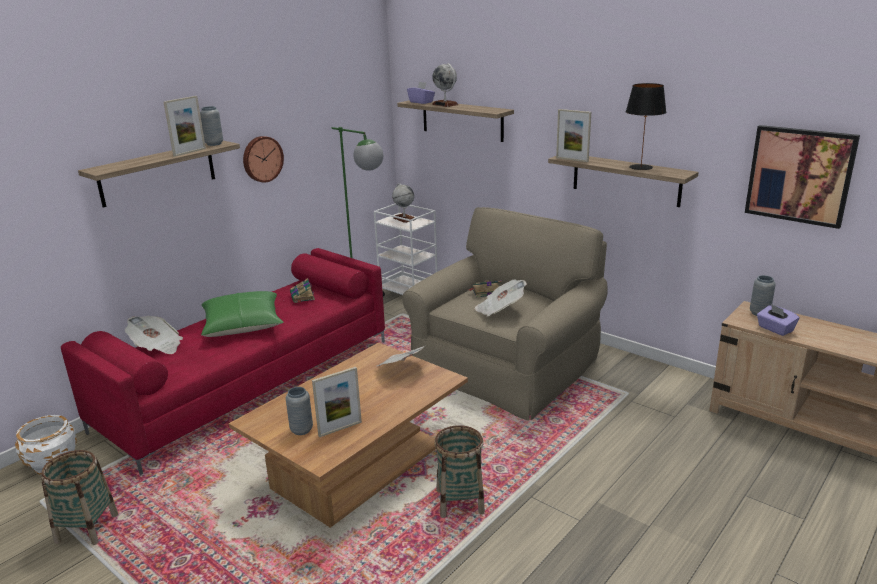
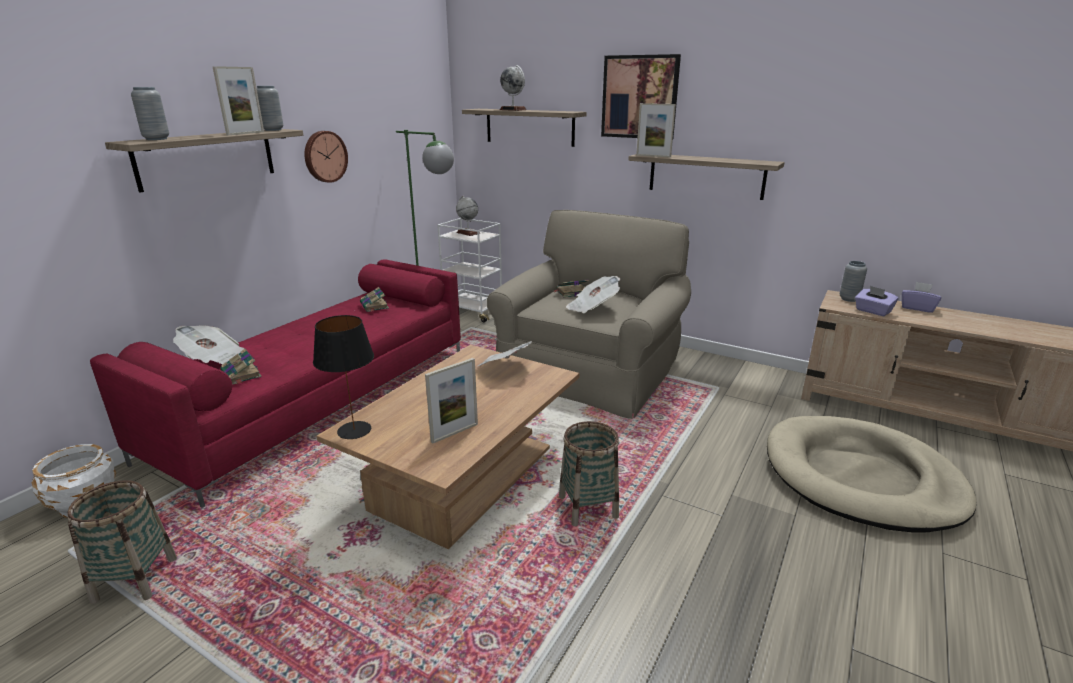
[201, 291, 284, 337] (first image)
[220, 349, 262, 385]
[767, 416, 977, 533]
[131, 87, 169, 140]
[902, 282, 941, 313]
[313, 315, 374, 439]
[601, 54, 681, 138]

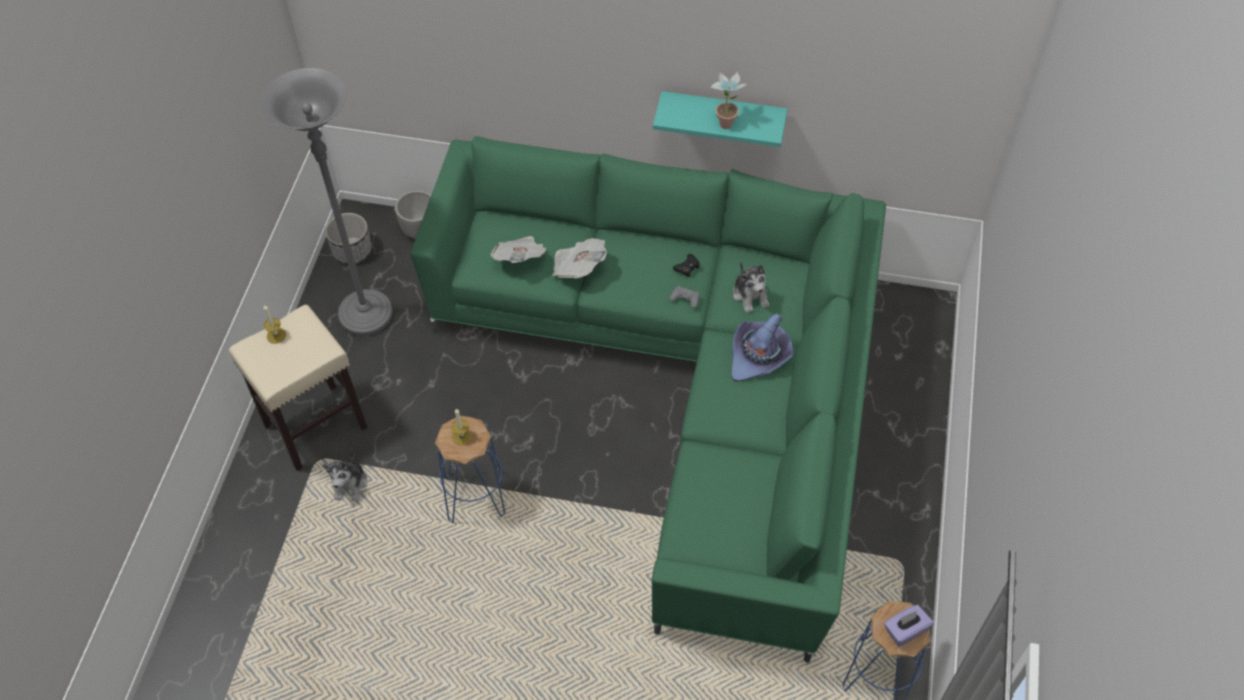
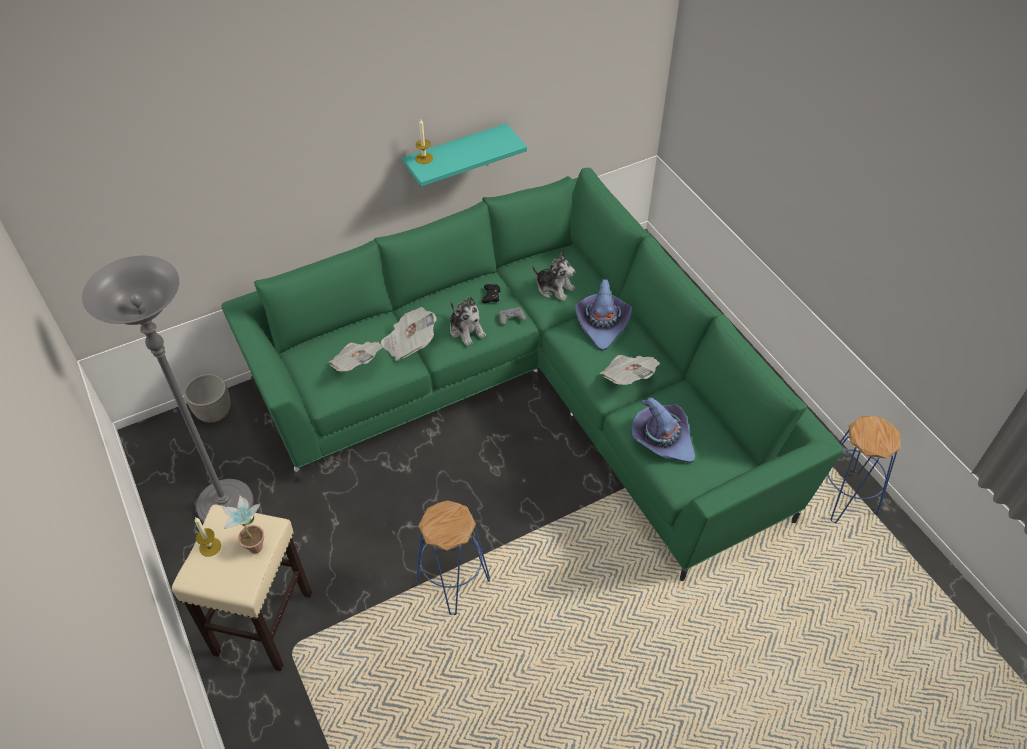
[325, 213, 372, 264] (first image)
[884, 605, 934, 647] (first image)
[600, 355, 660, 385]
[631, 397, 695, 463]
[450, 296, 486, 346]
[415, 119, 433, 164]
[222, 495, 264, 554]

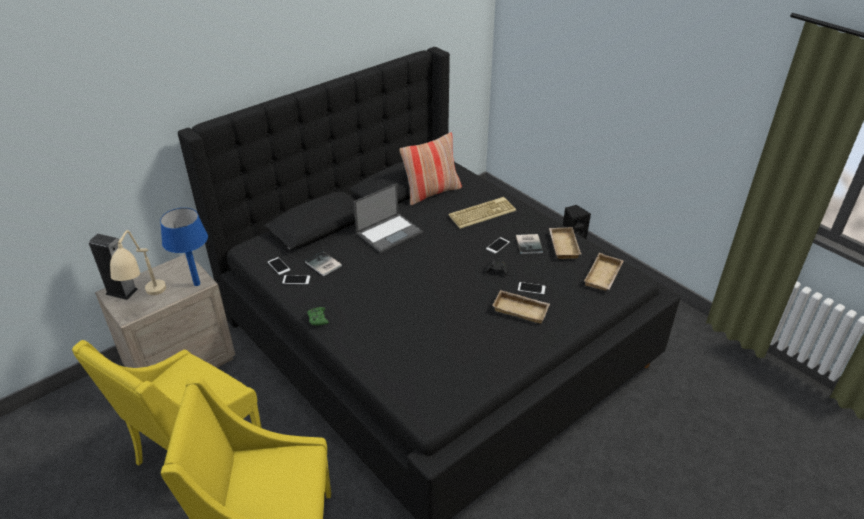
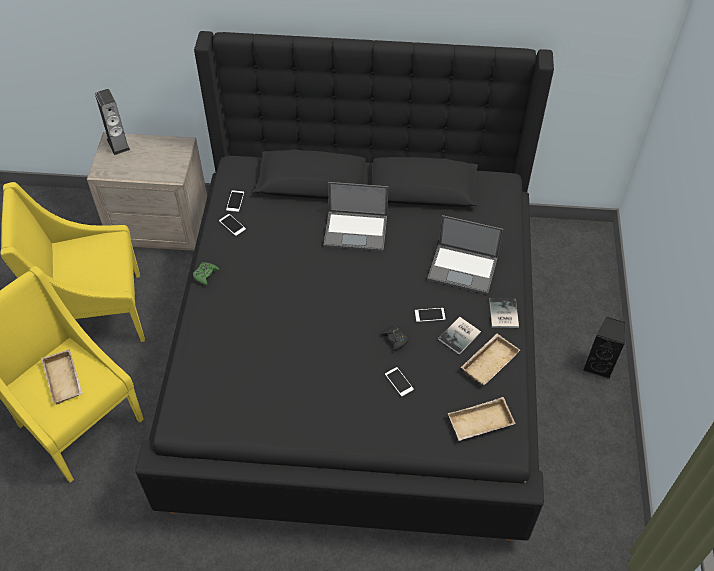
[110, 230, 166, 295] (first image)
[160, 208, 208, 286] (first image)
[399, 132, 462, 205] (first image)
[489, 298, 519, 328]
[41, 349, 83, 404]
[427, 215, 503, 294]

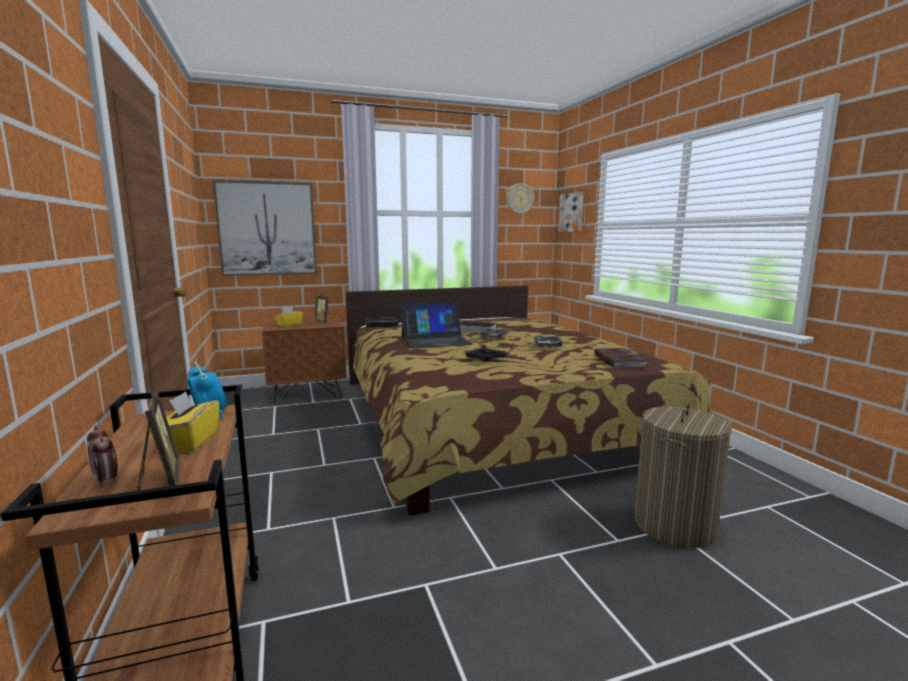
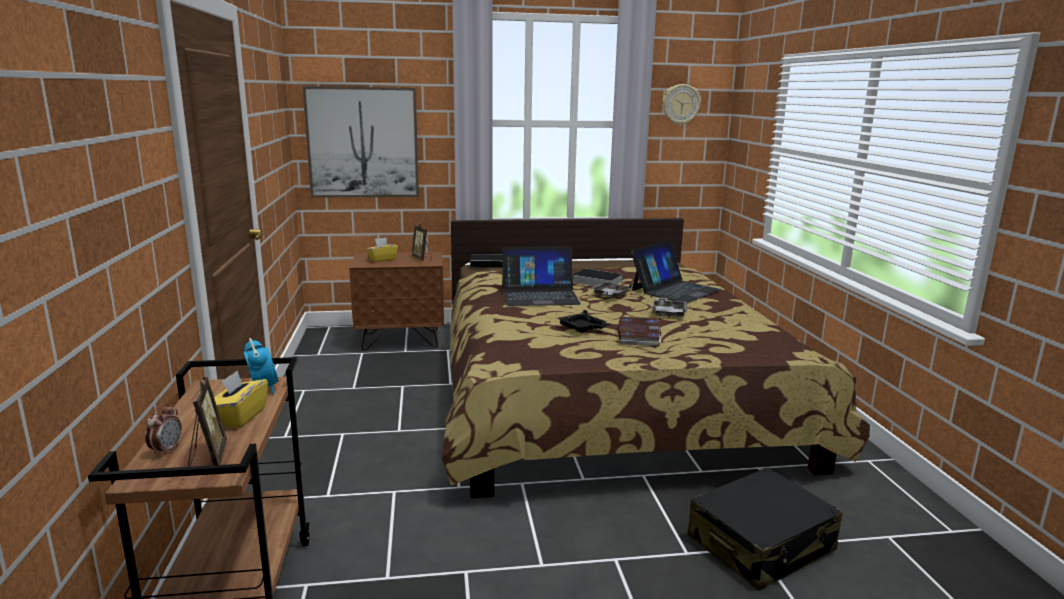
[558, 192, 583, 232] (first image)
[631, 241, 721, 303]
[618, 317, 661, 346]
[687, 467, 843, 591]
[145, 403, 182, 456]

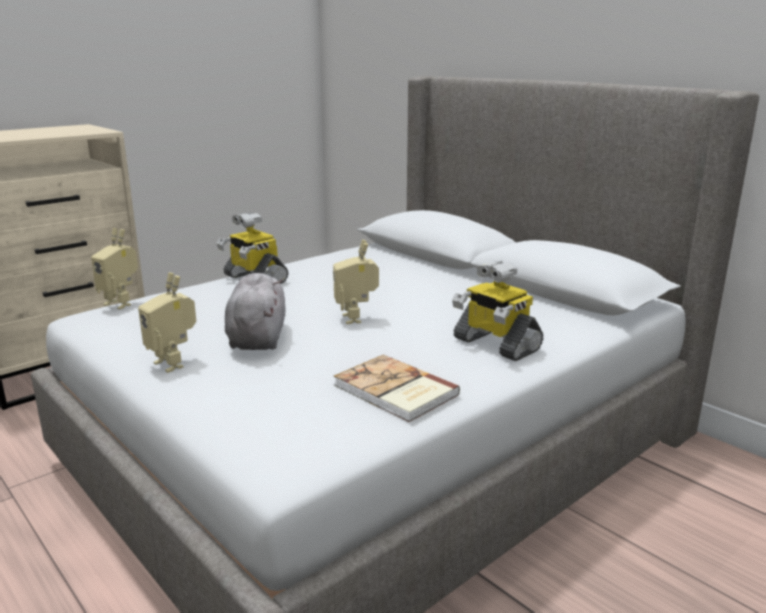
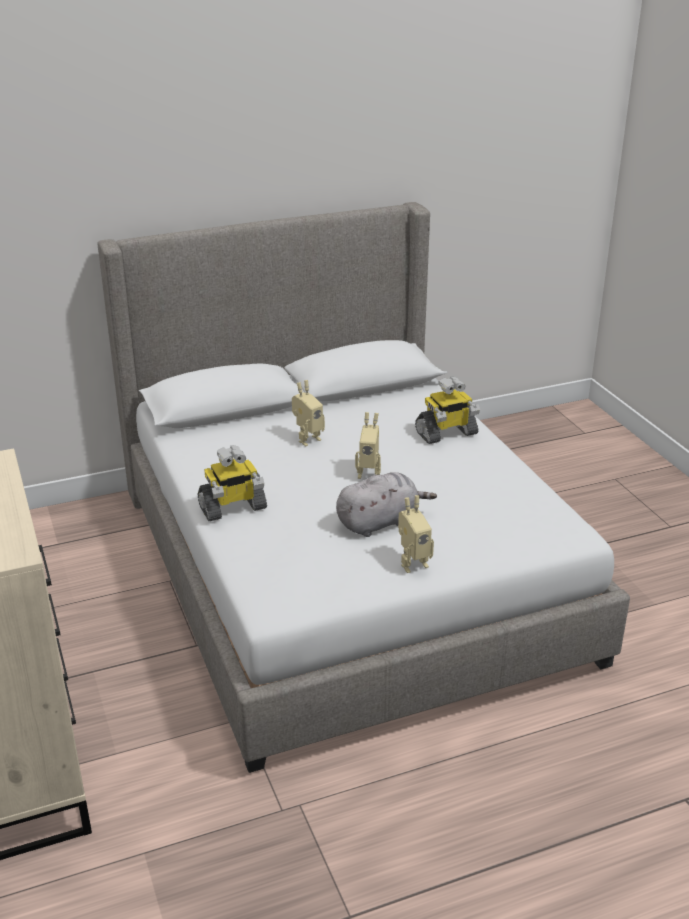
[334, 354, 460, 422] (first image)
[292, 380, 325, 446]
[336, 472, 437, 537]

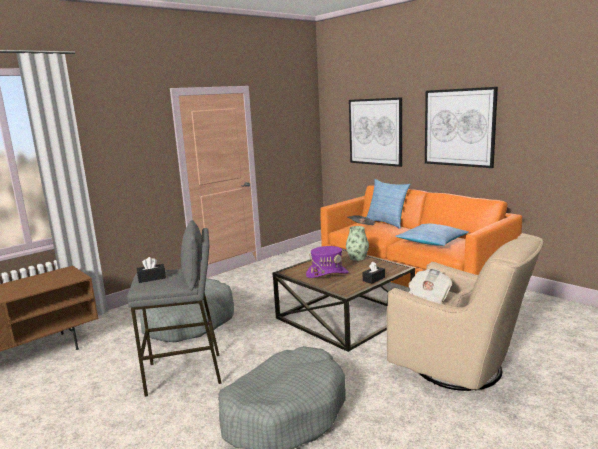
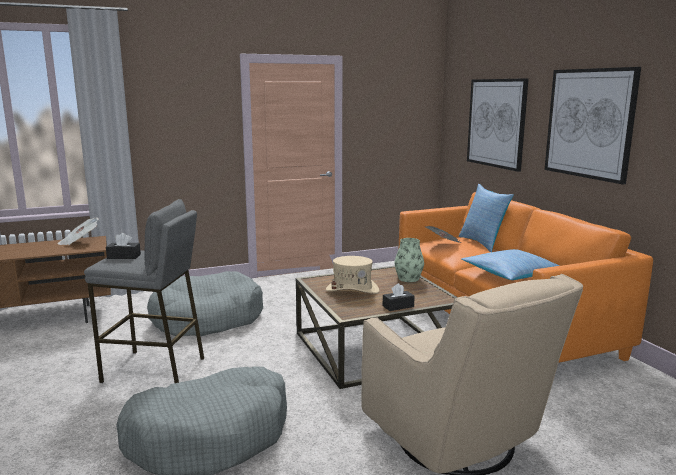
[58, 218, 99, 245]
[326, 256, 379, 294]

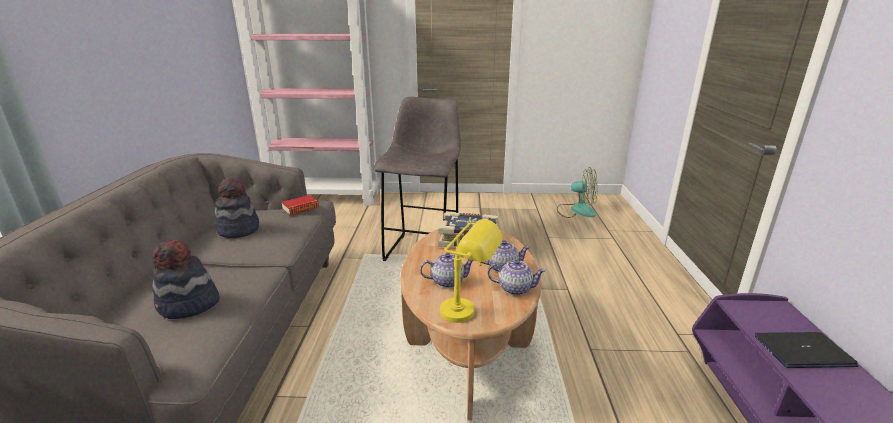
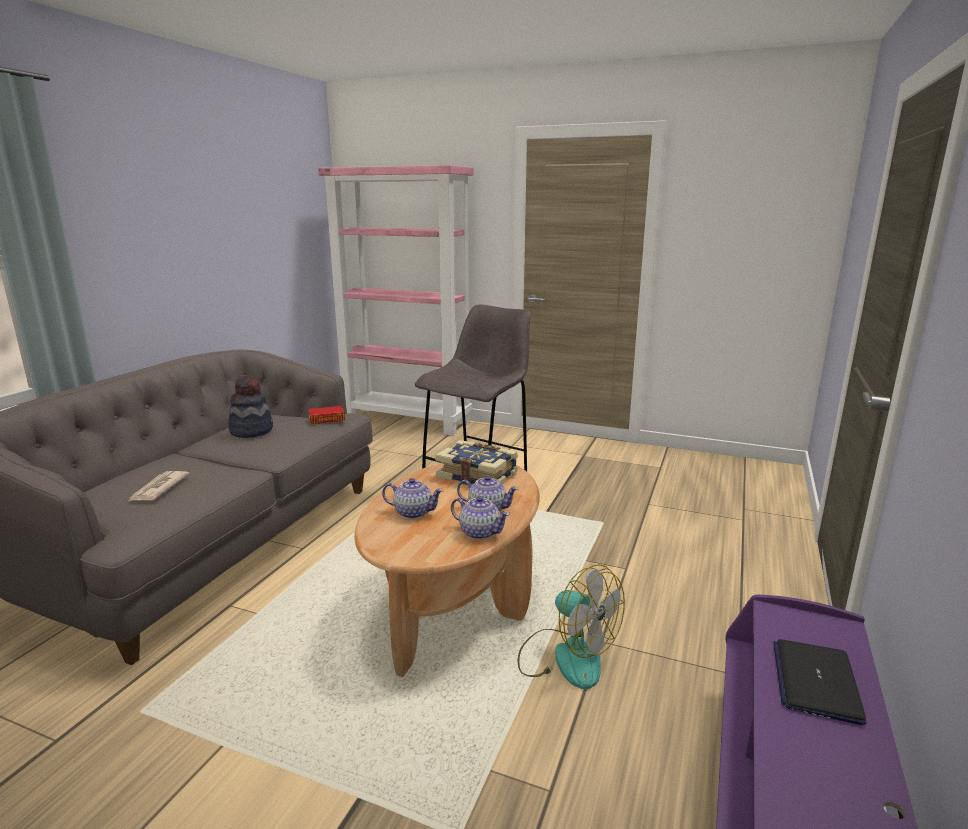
[440, 219, 503, 323] (first image)
[518, 564, 625, 689]
[129, 471, 189, 501]
[773, 639, 867, 725]

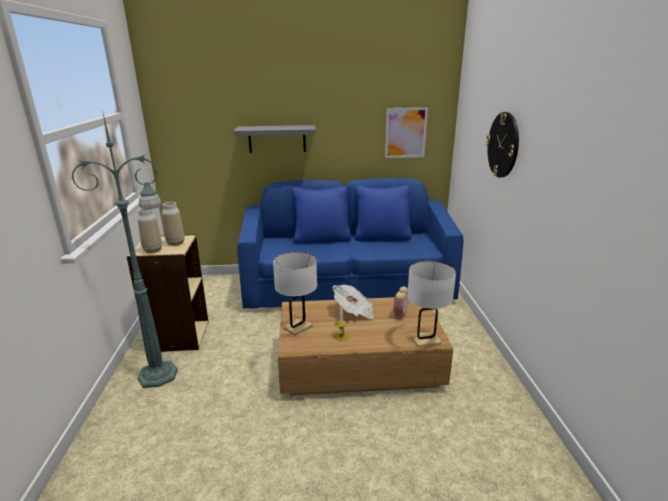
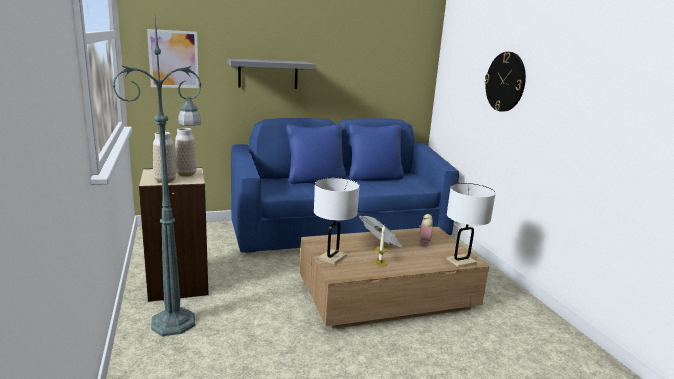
[147, 29, 199, 88]

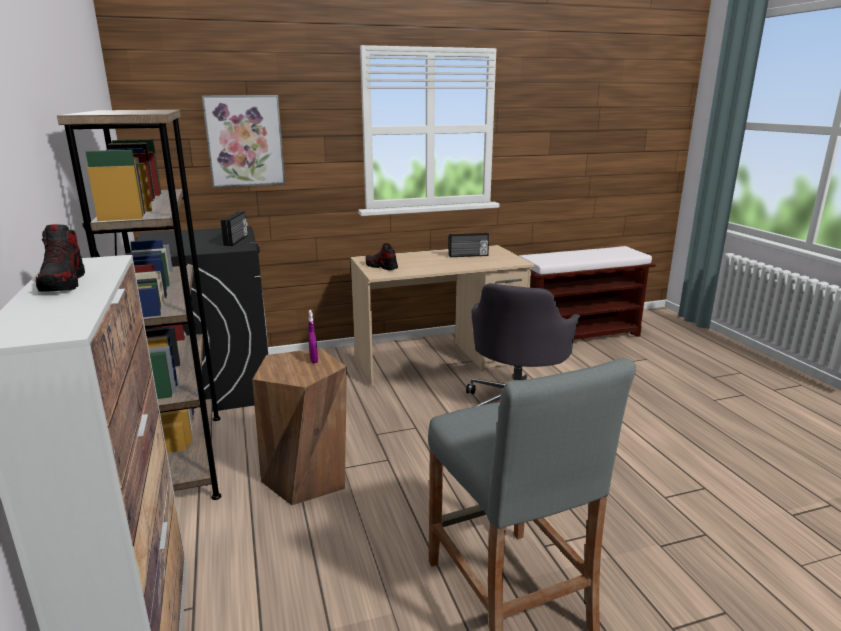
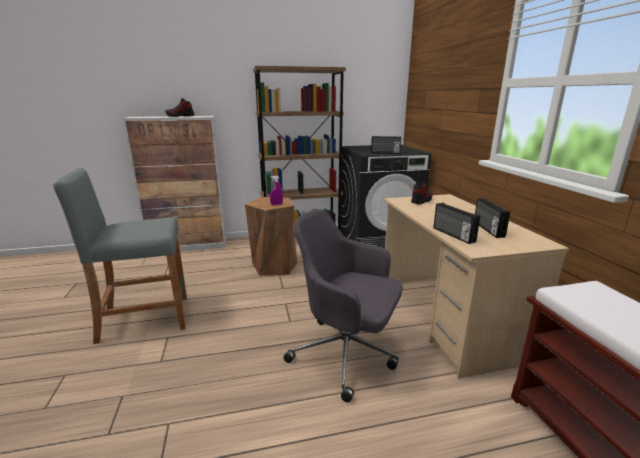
[202, 95, 285, 188] (first image)
[433, 203, 480, 244]

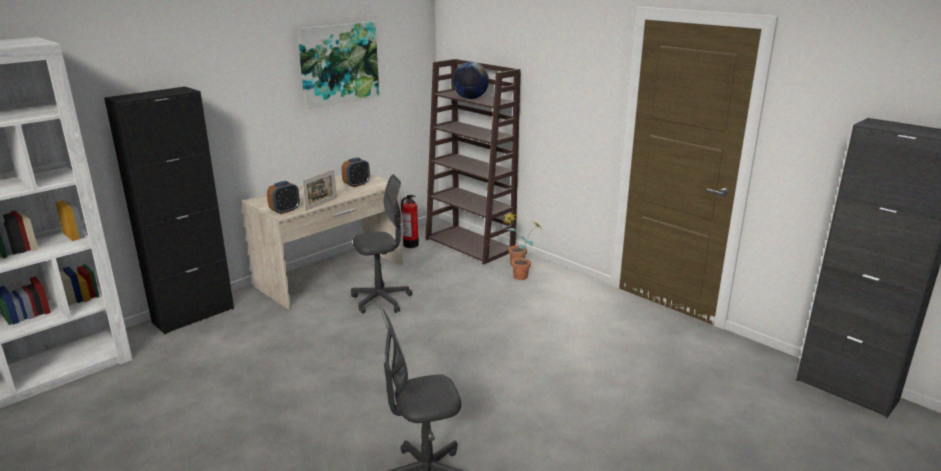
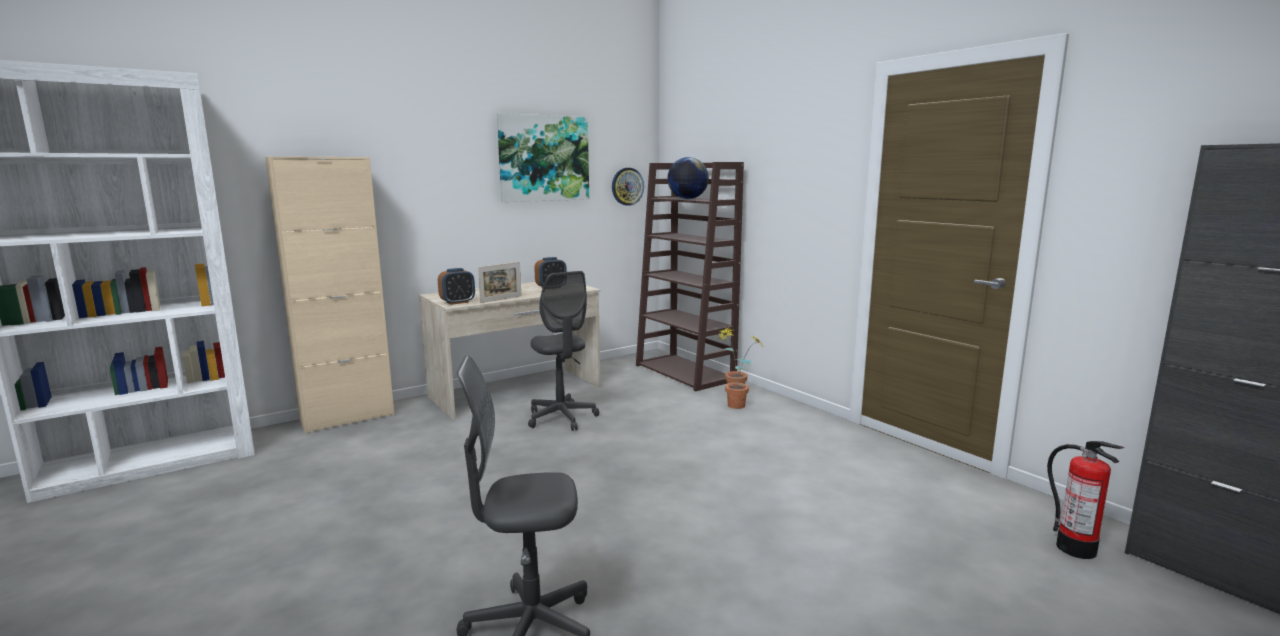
[612, 168, 644, 206]
[1047, 441, 1124, 559]
[265, 156, 394, 434]
[528, 271, 599, 431]

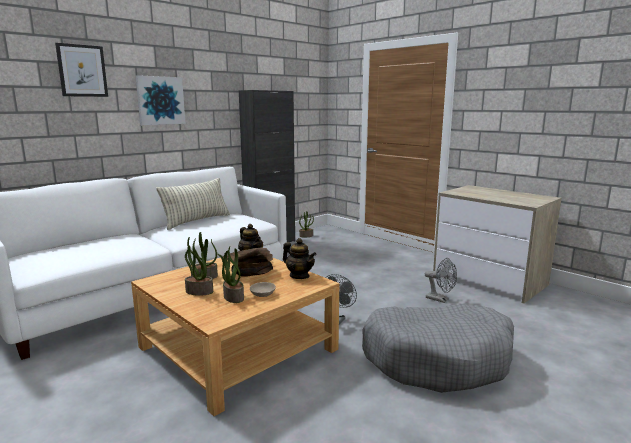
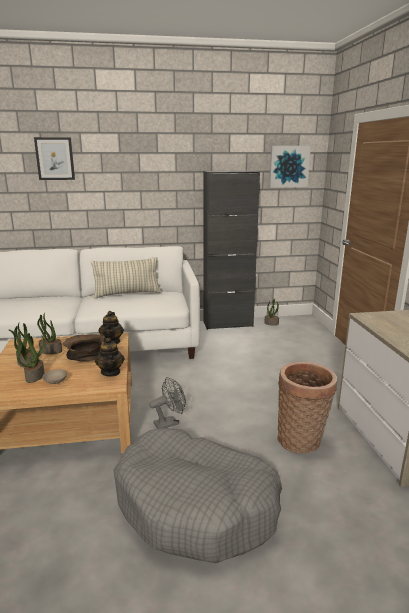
[269, 146, 311, 188]
[277, 362, 337, 454]

